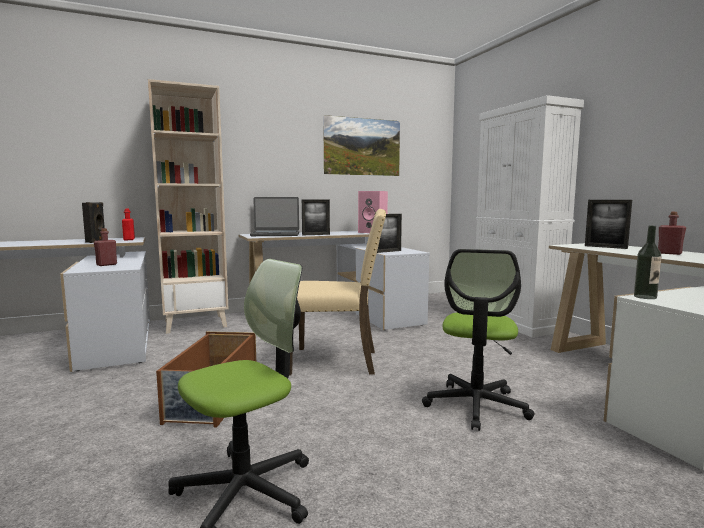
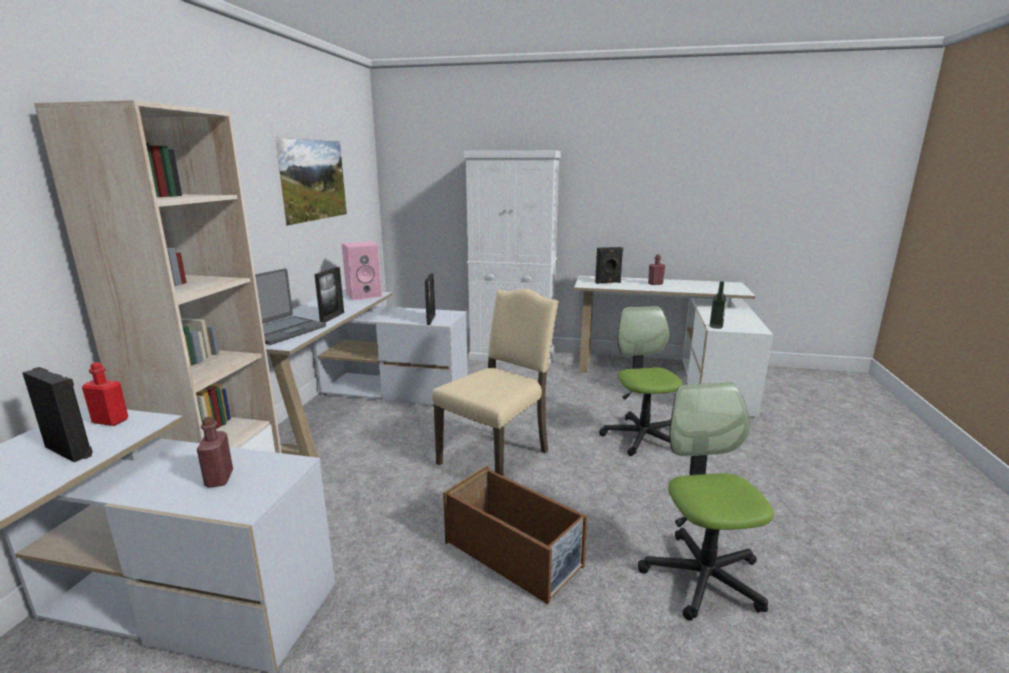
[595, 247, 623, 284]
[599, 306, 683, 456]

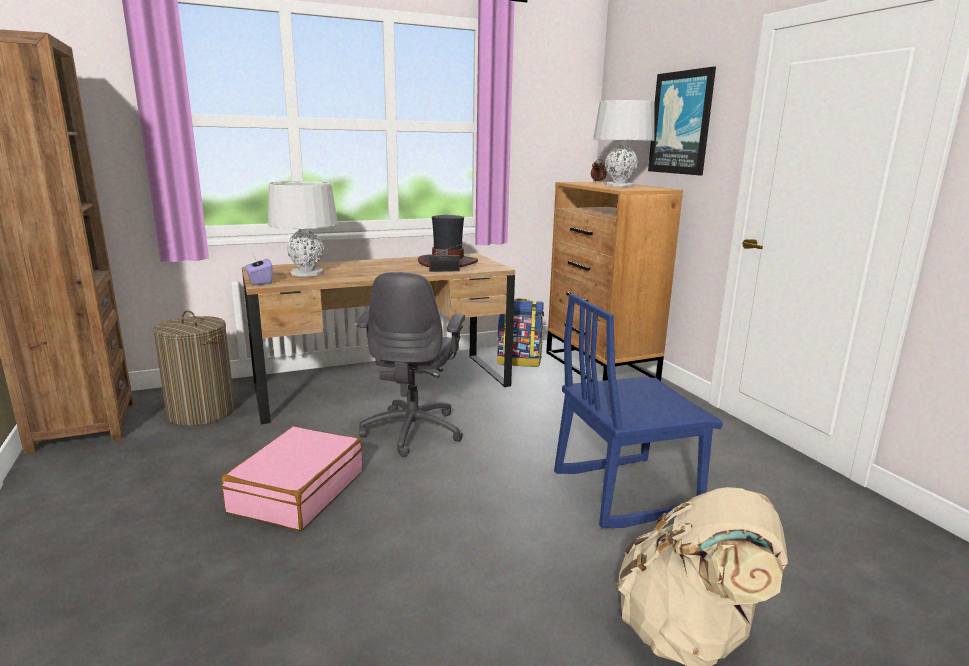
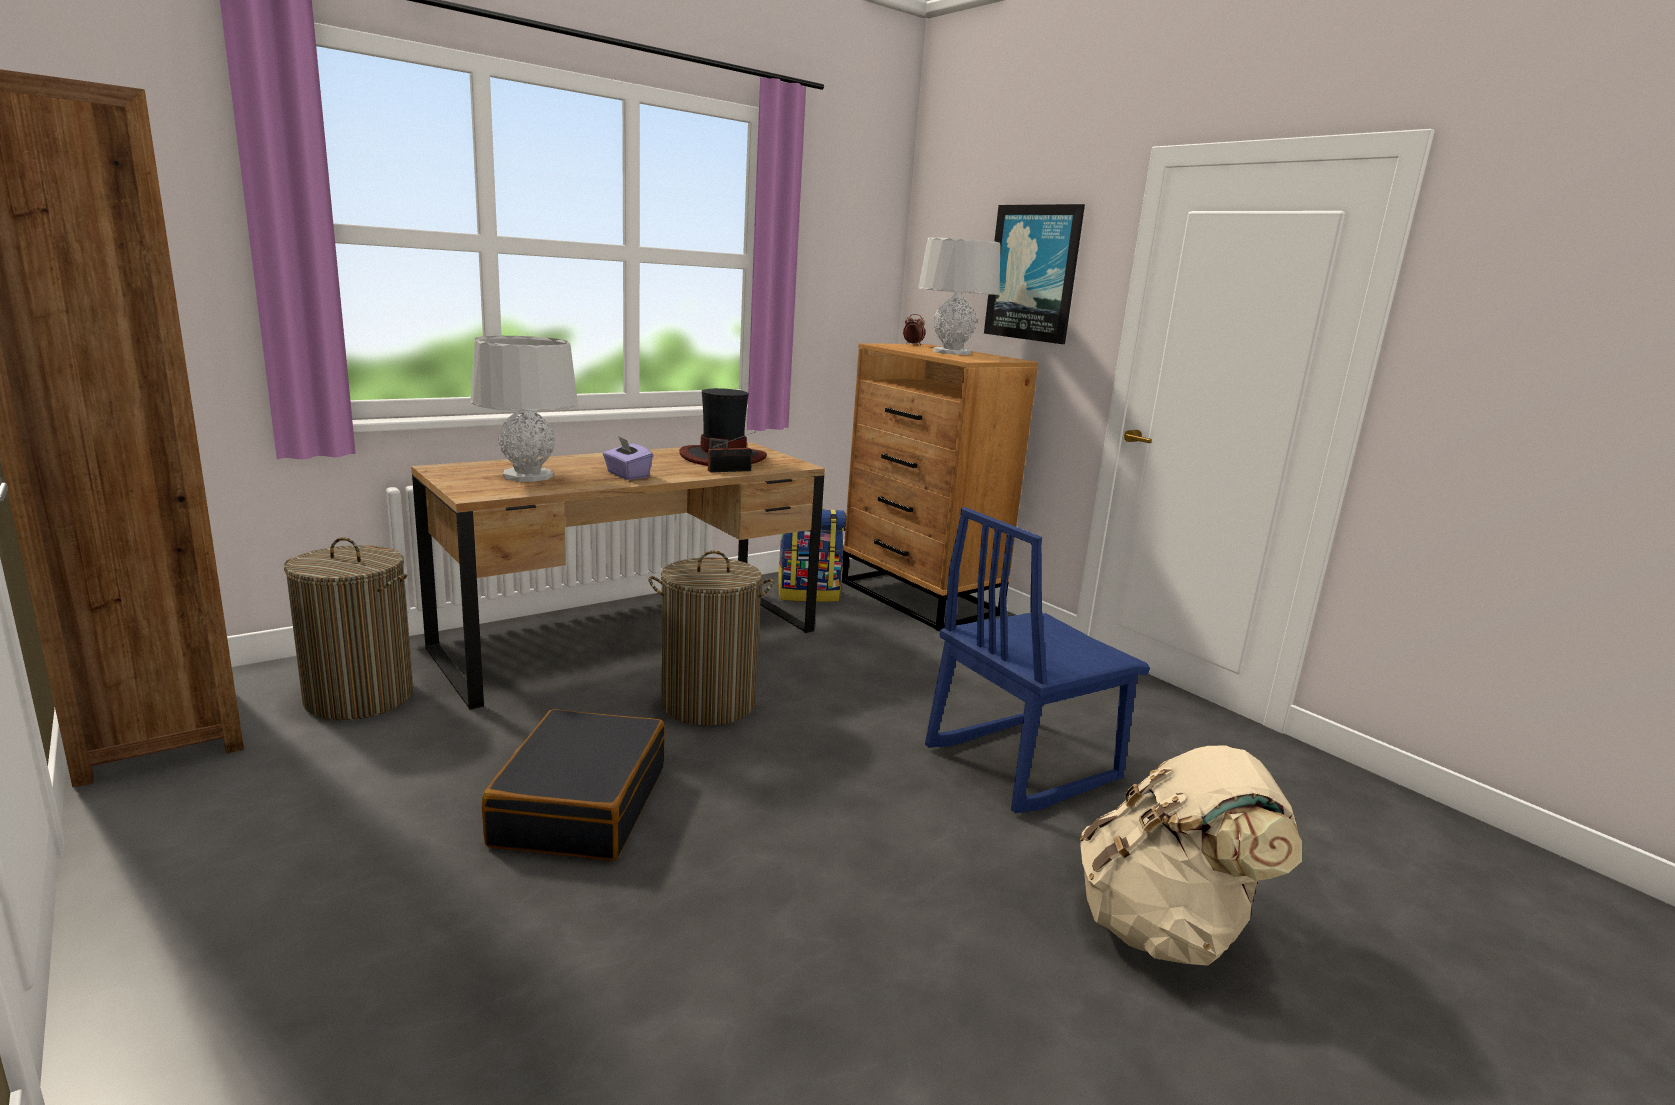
[603, 436, 653, 480]
[648, 550, 774, 726]
[482, 709, 665, 861]

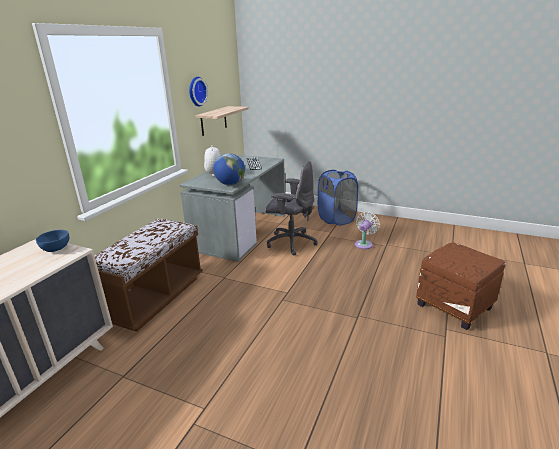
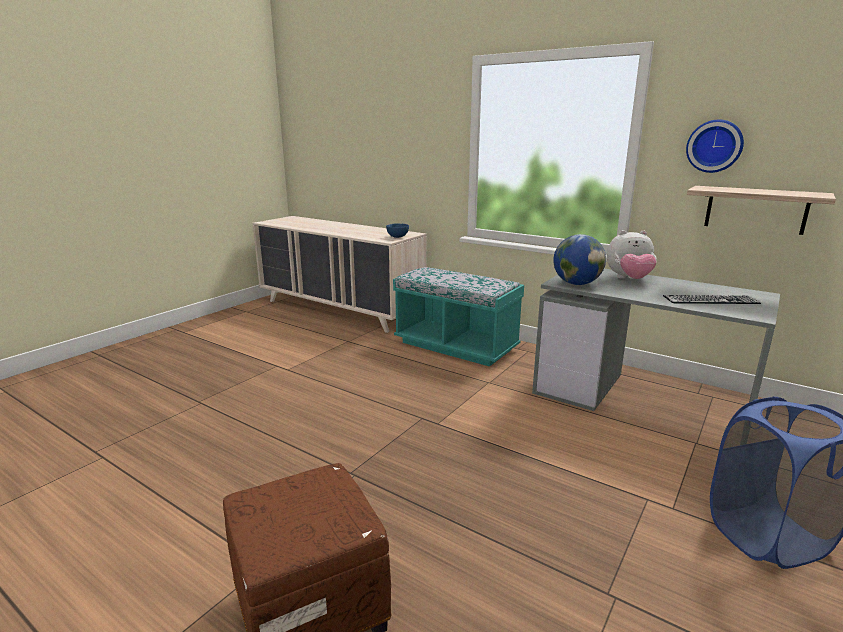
[265, 161, 318, 255] (first image)
[355, 212, 380, 249] (first image)
[393, 267, 524, 367]

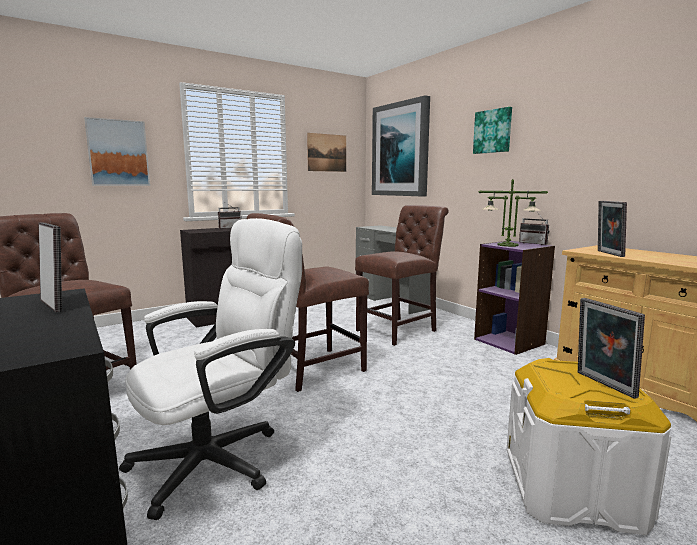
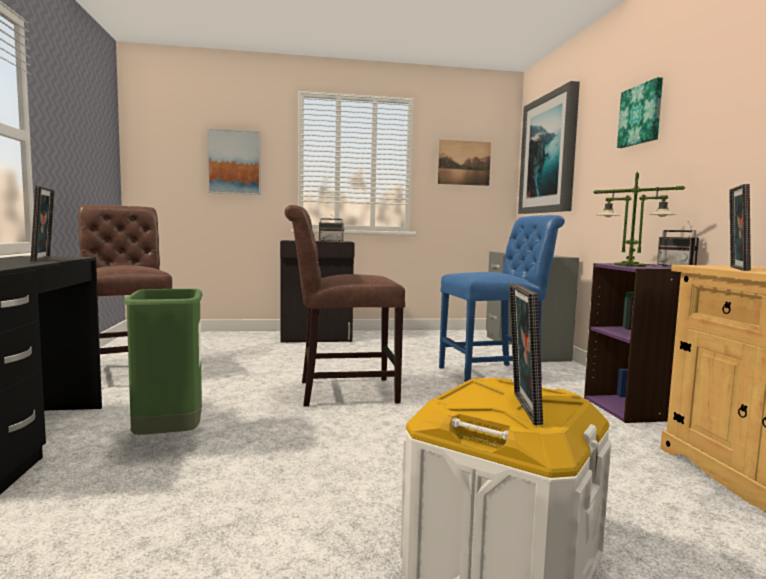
[124, 289, 203, 435]
[439, 215, 565, 382]

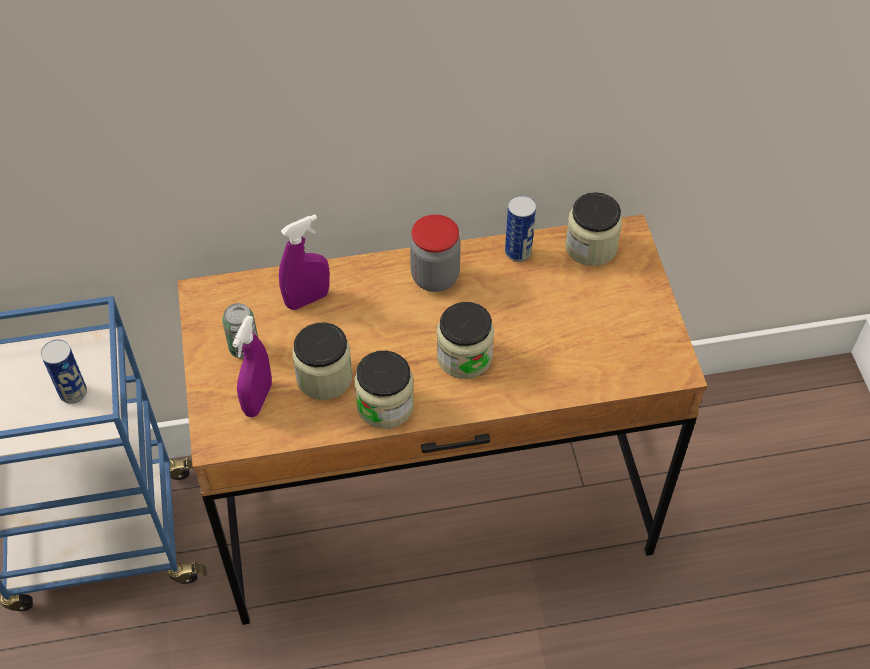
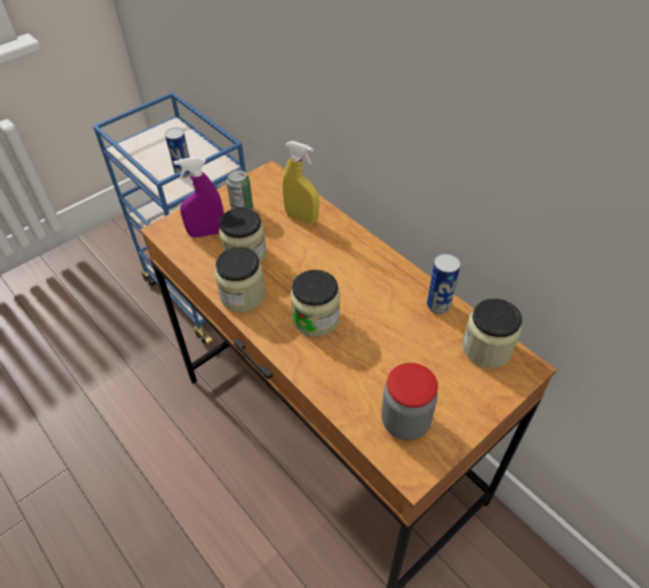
[381, 363, 438, 440]
[282, 141, 319, 224]

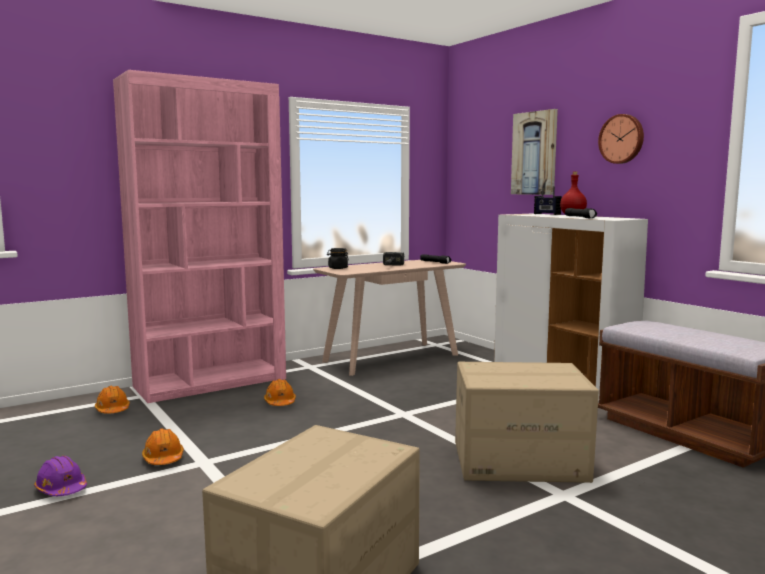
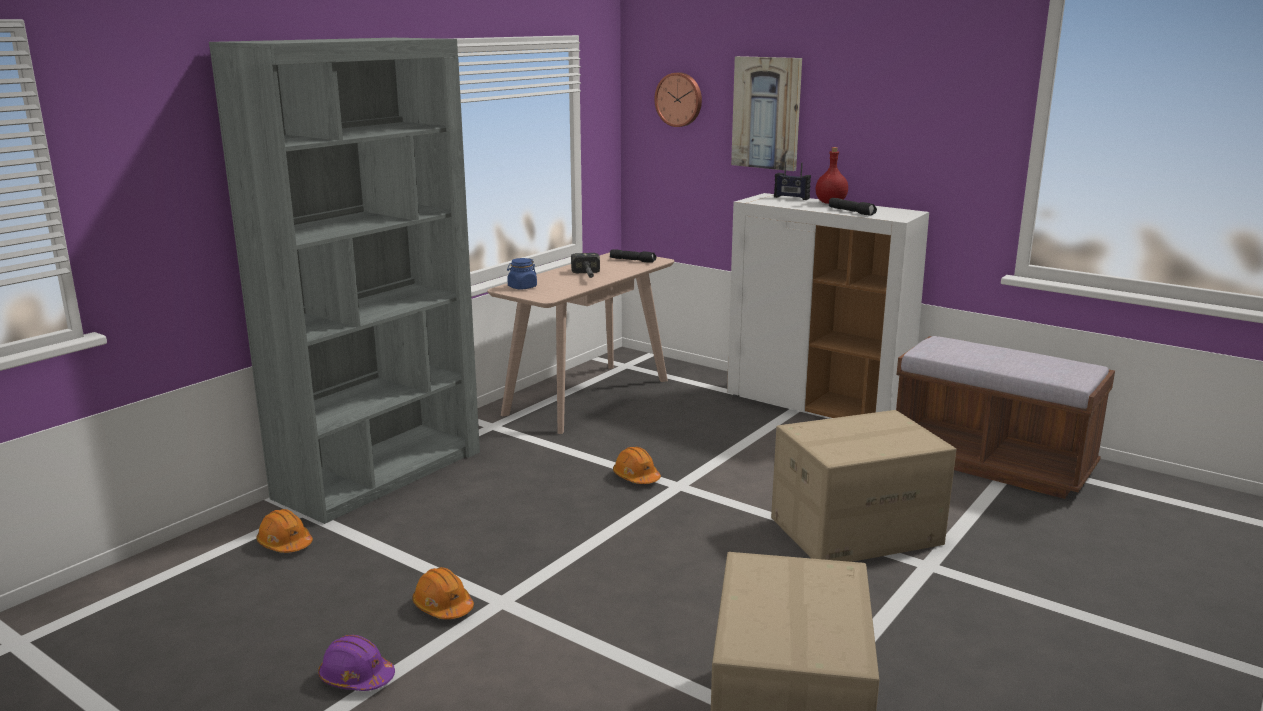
[613, 447, 661, 484]
[654, 72, 702, 127]
[209, 38, 480, 524]
[507, 258, 537, 289]

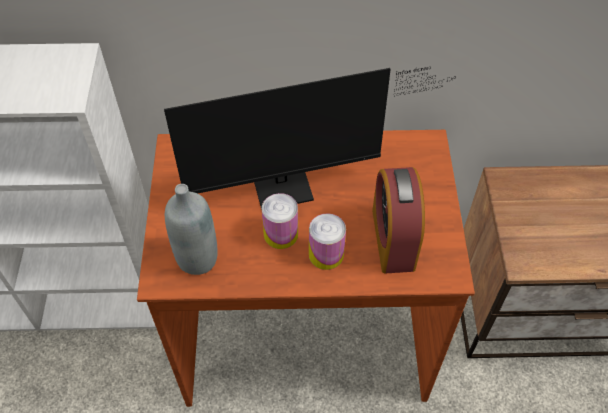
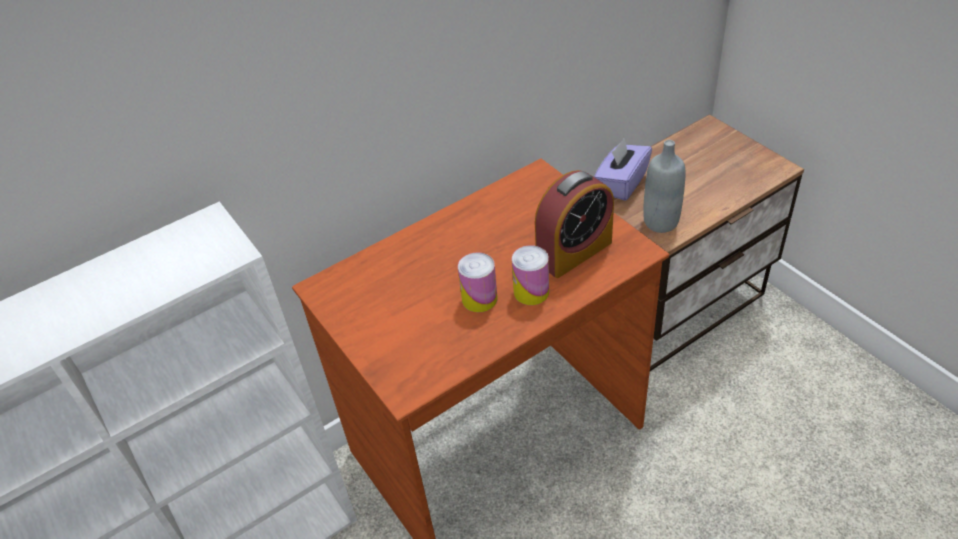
[164, 67, 456, 210] (first image)
[594, 138, 652, 201]
[643, 140, 686, 233]
[535, 170, 614, 278]

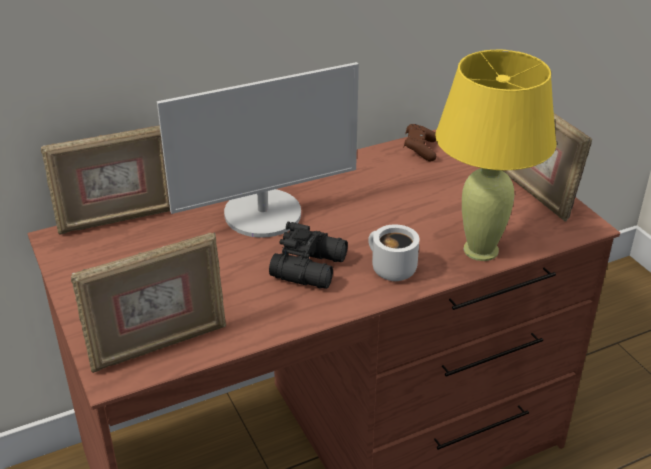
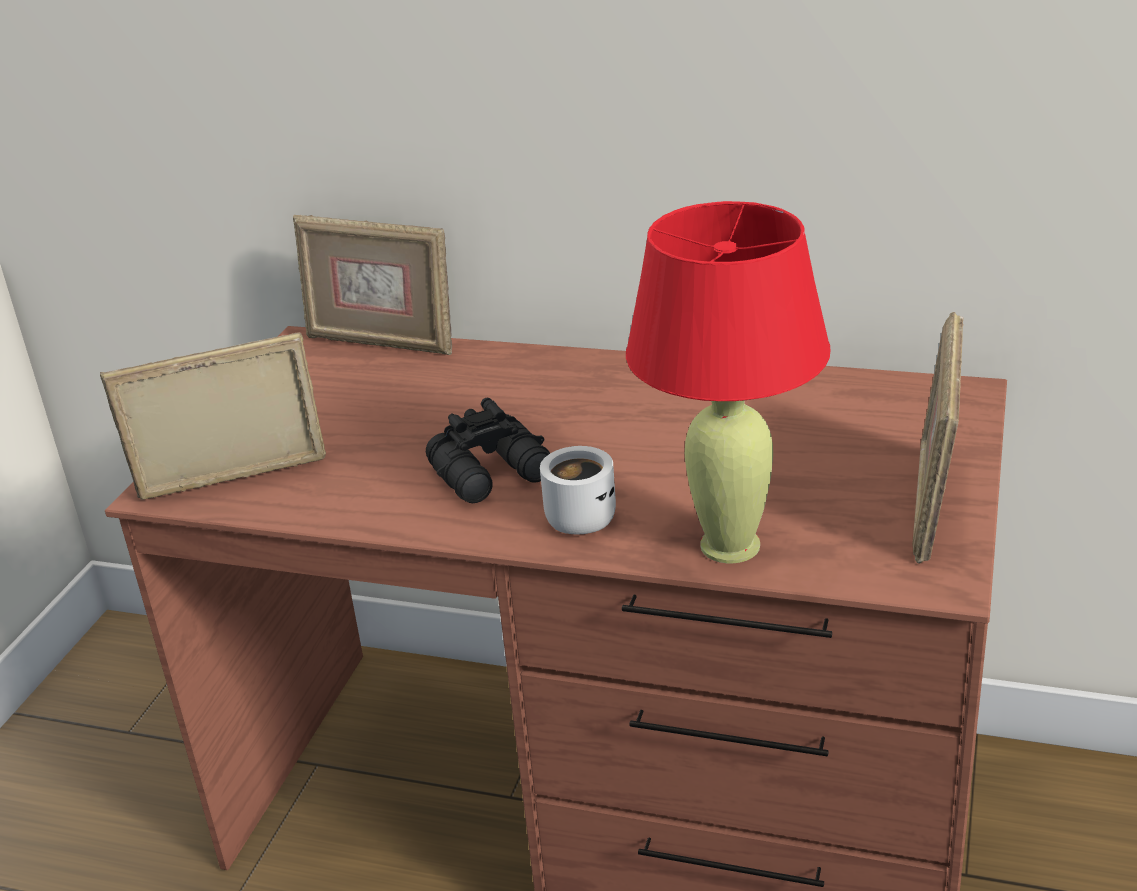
[157, 62, 359, 238] (first image)
[404, 124, 436, 161] (first image)
[626, 201, 831, 563]
[100, 333, 326, 500]

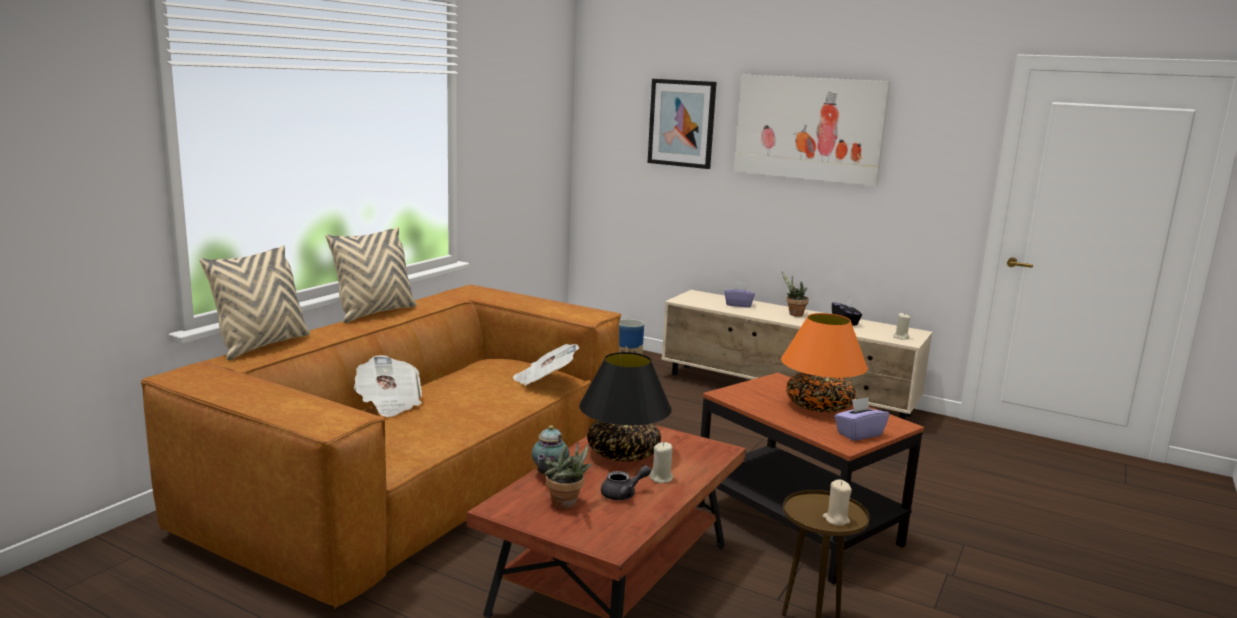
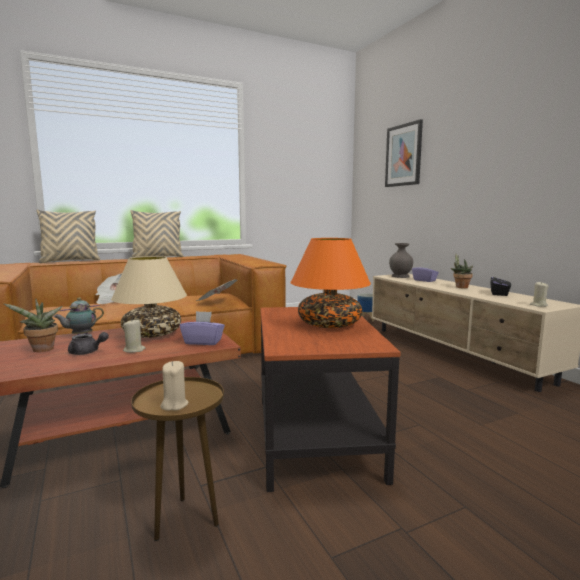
[734, 75, 890, 186] (first image)
[389, 243, 413, 278]
[180, 311, 225, 345]
[111, 256, 187, 338]

